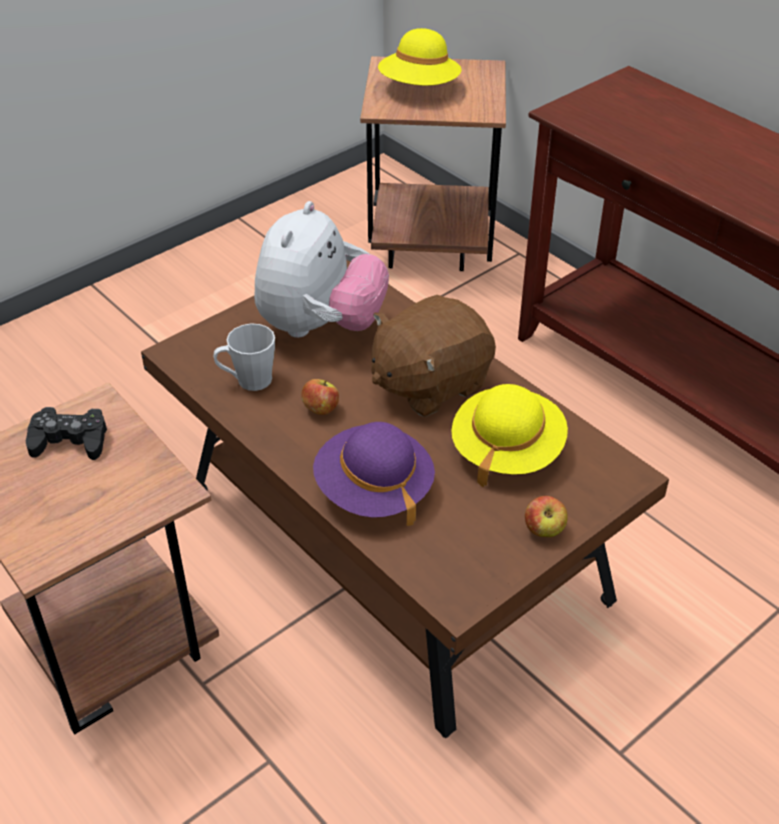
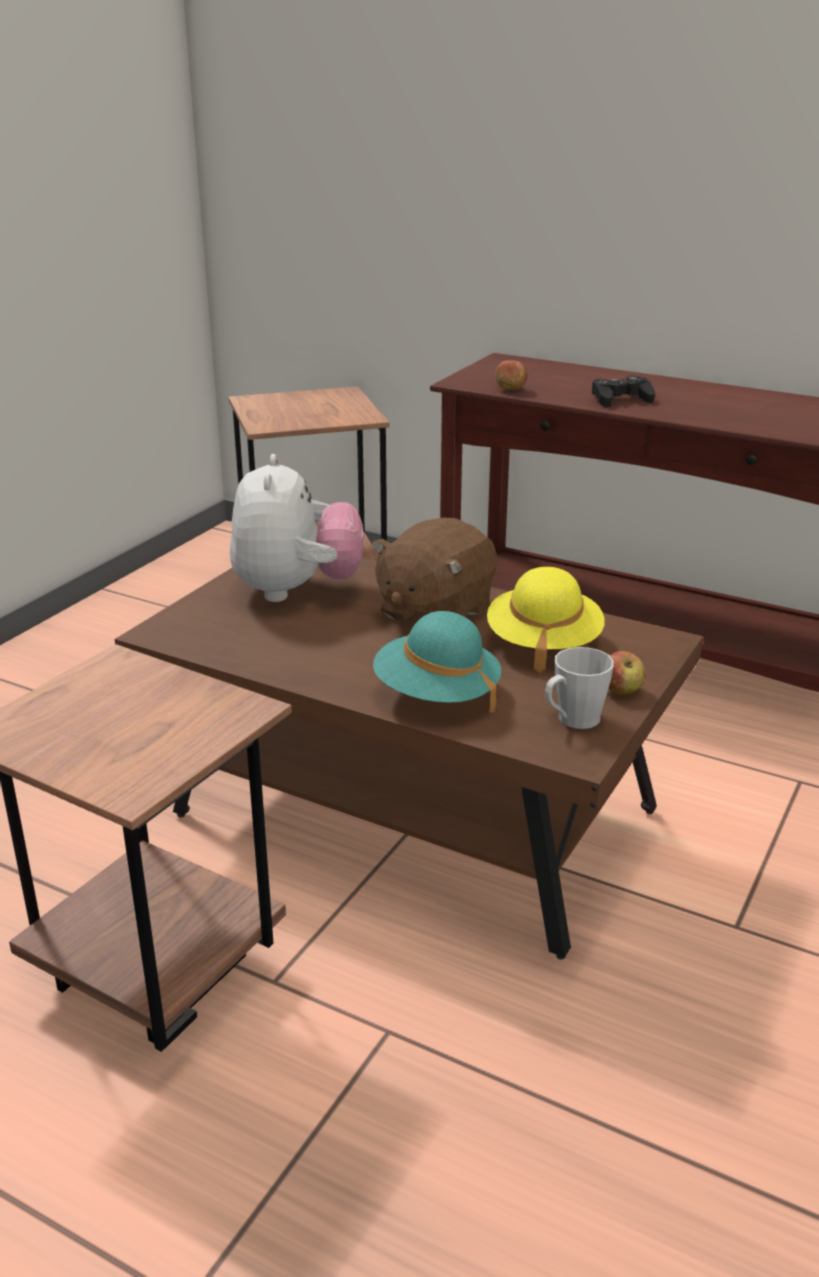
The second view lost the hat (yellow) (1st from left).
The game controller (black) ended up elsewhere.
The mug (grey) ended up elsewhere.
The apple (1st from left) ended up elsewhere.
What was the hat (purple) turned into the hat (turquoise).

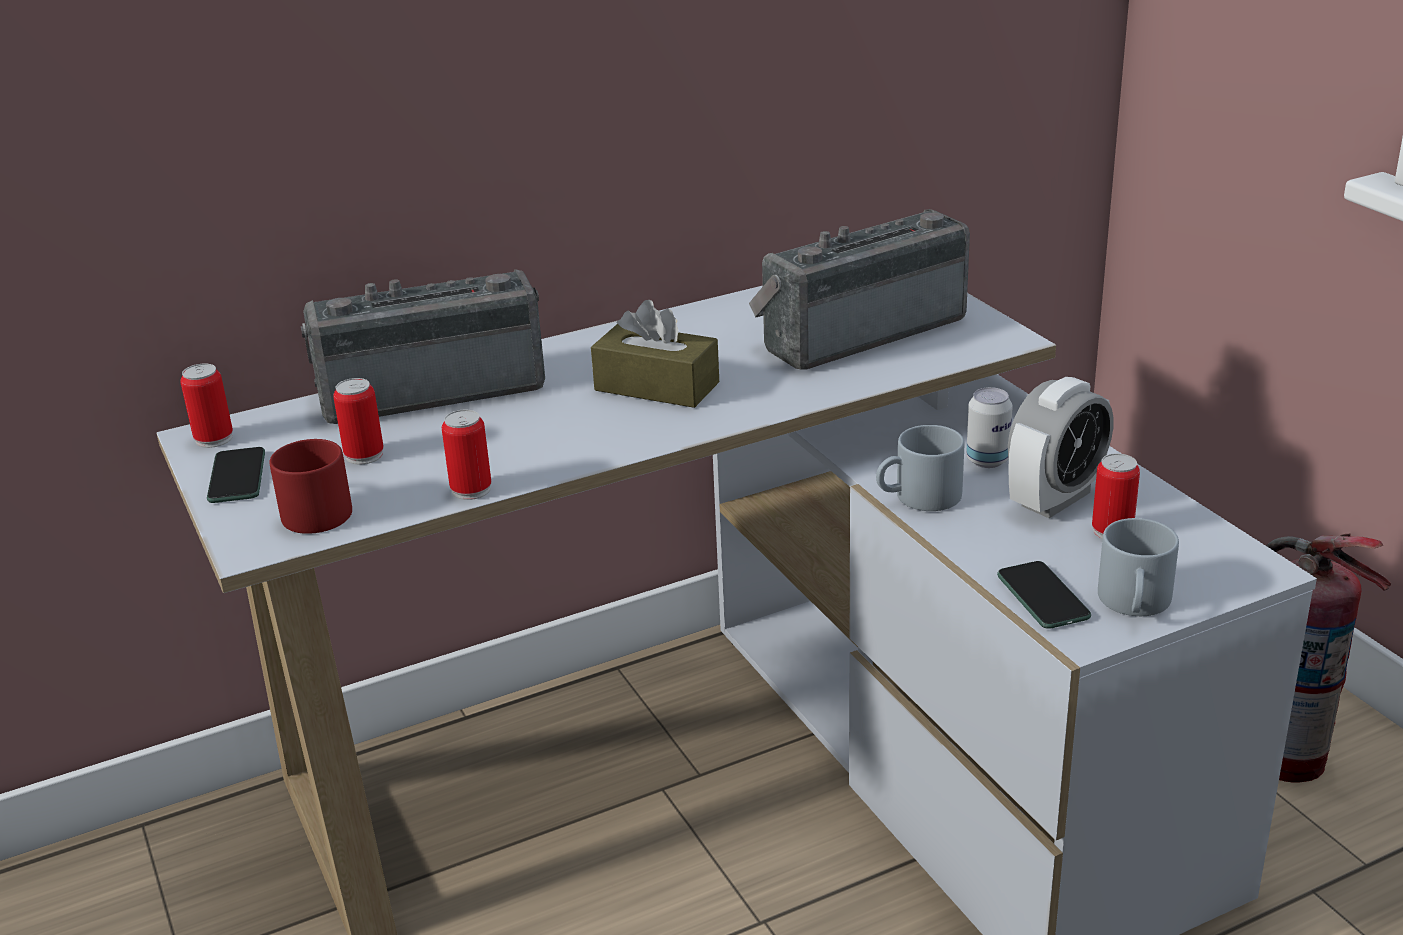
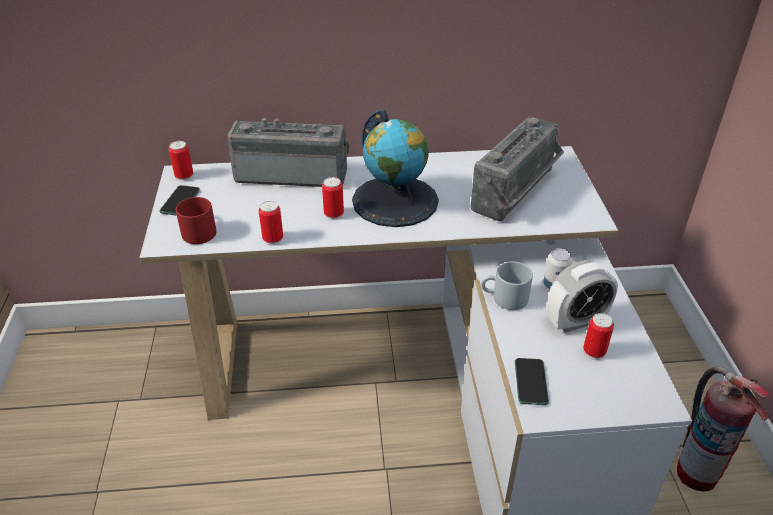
The second view lost the mug (grey) (2nd from left).
The can (2nd from left in the first image) ended up elsewhere.
Where the tissue box (brown) stood, the globe came to stand.
The radio (2nd from left) ended up facing another way, 135 degrees clockwise from before.

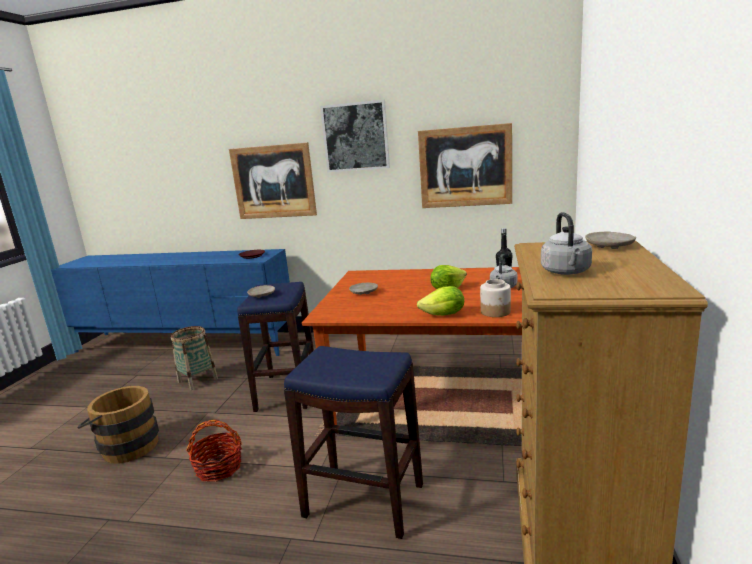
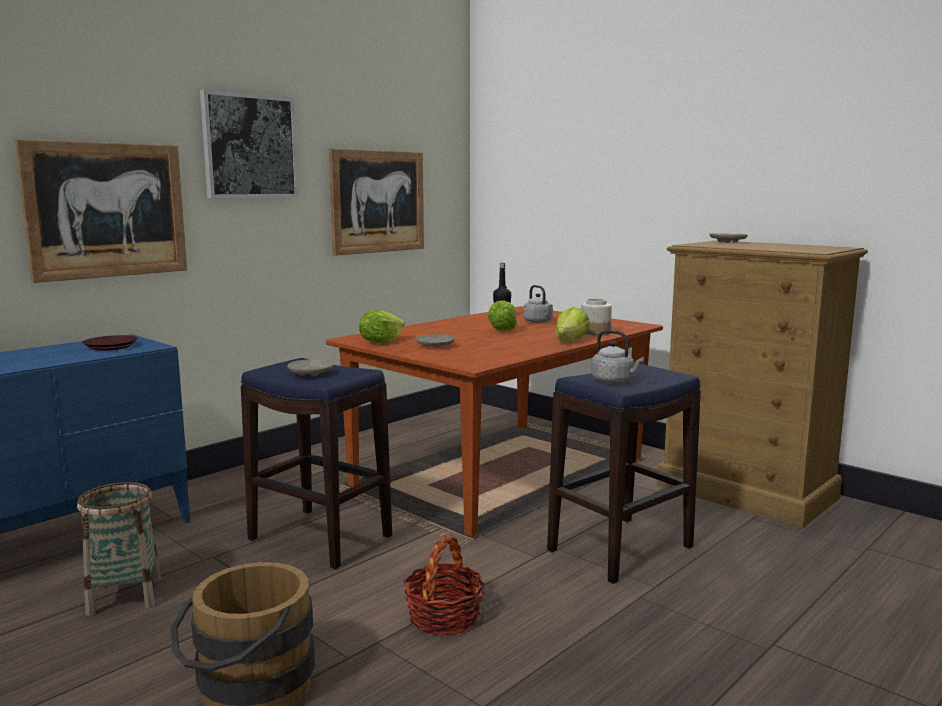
The second view gained the lettuce (1st from left).
The kettle (grey) (2nd from left) ended up elsewhere.

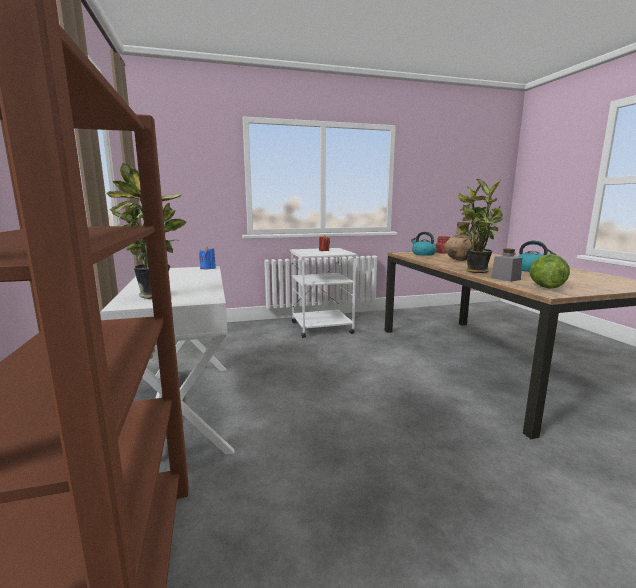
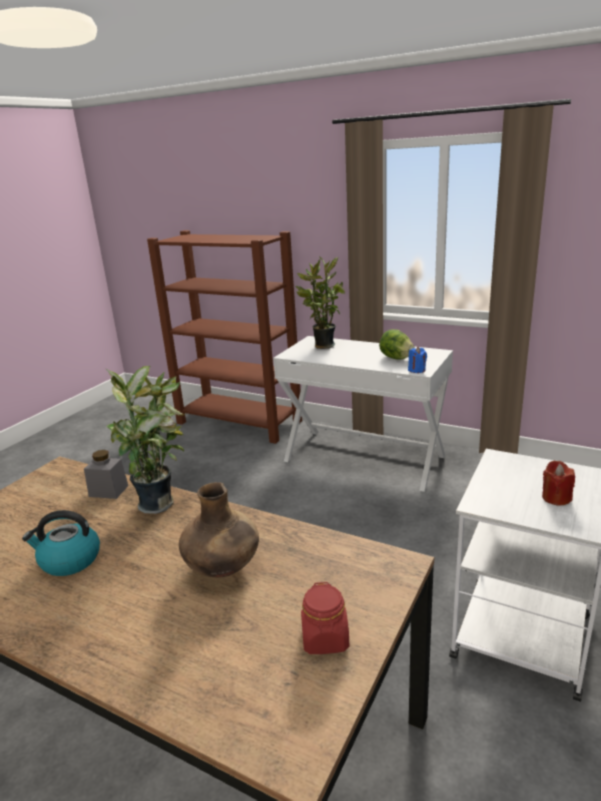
The second view lost the kettle (1st from left).
The lettuce ended up elsewhere.

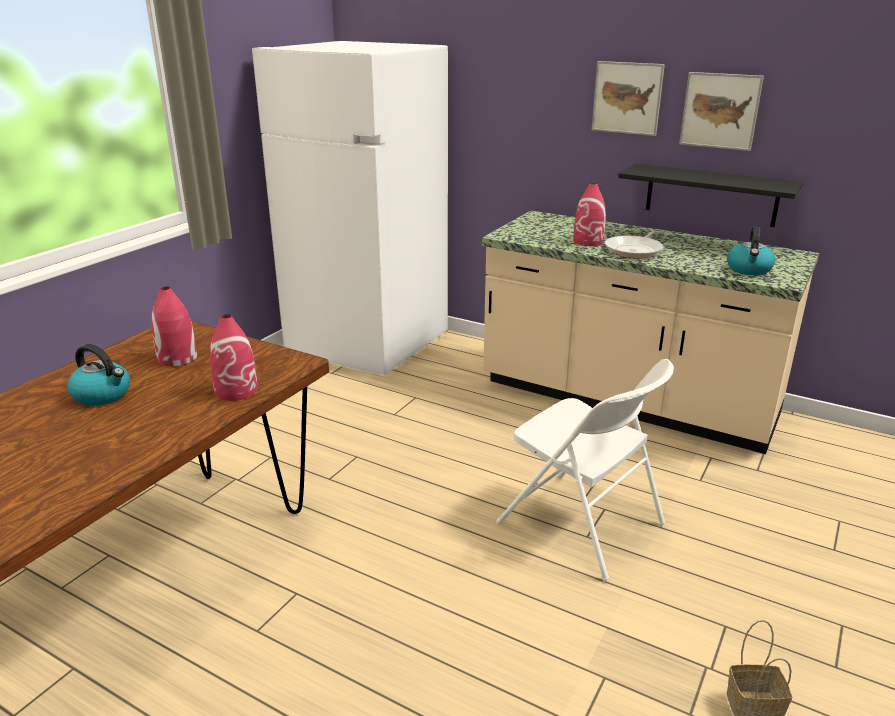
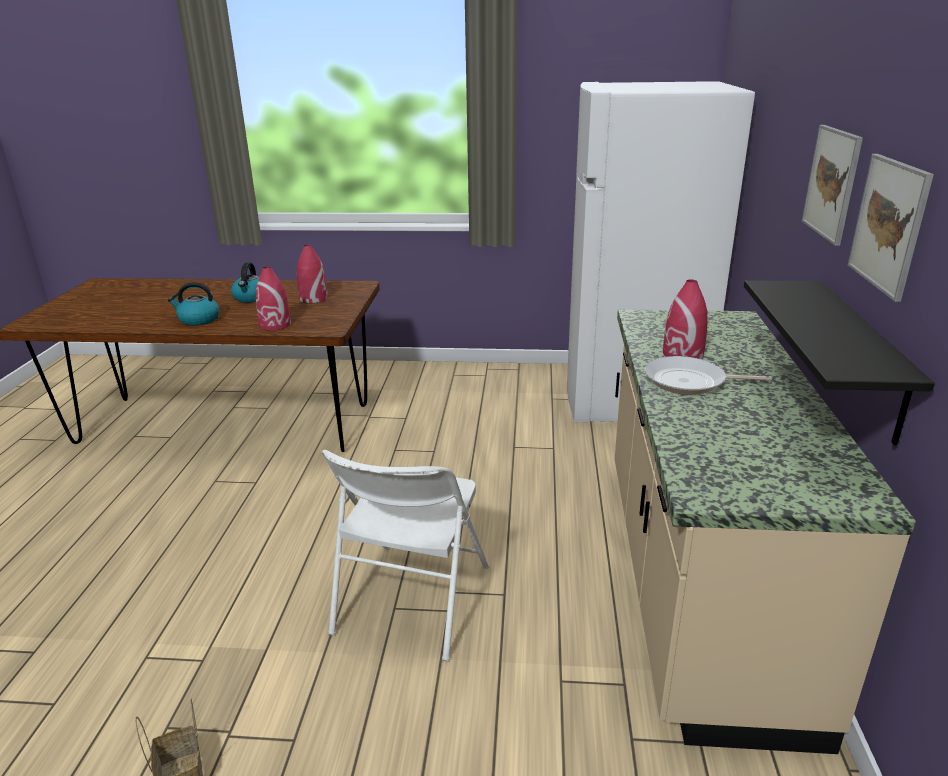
The kettle (2nd from left in the first image) ended up elsewhere.

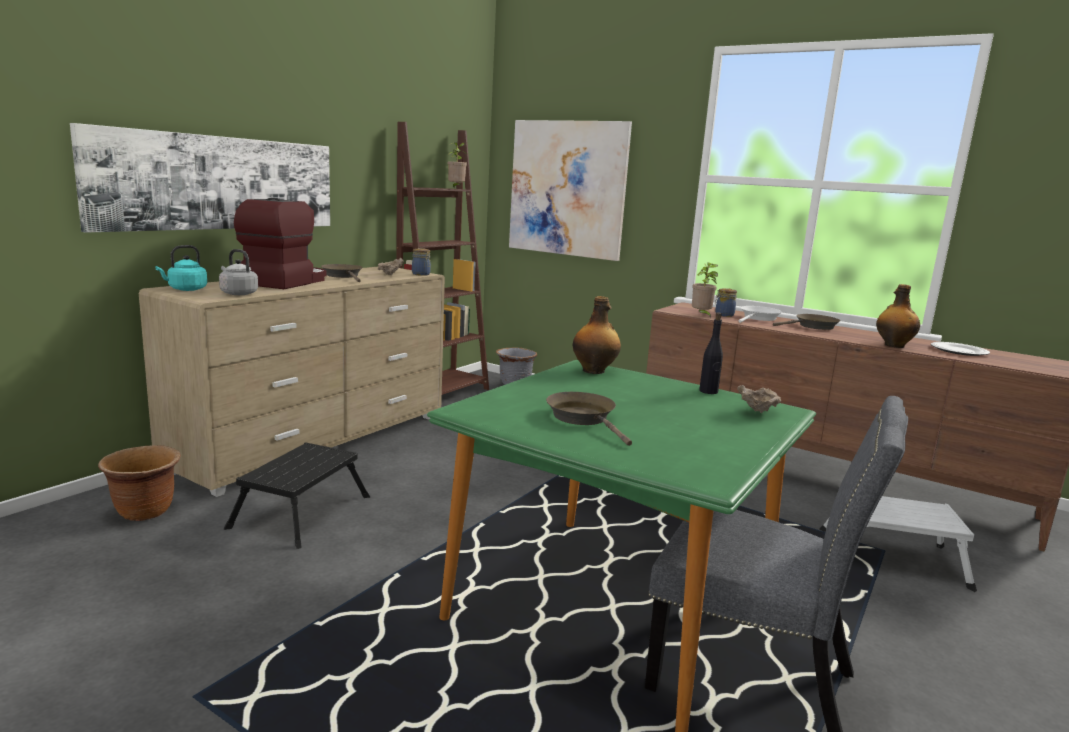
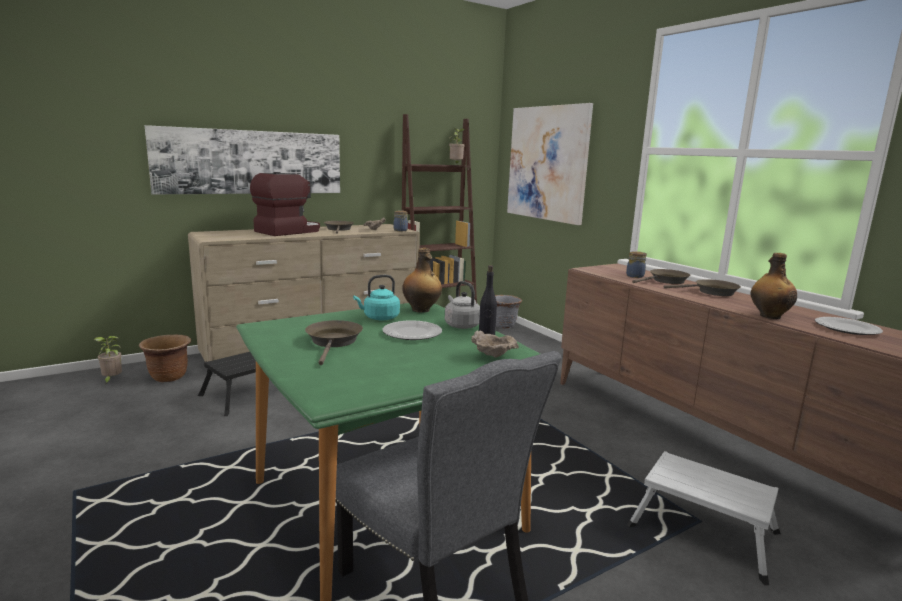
The second view gained the plate (1st from left).
The kettle (turquoise) ended up elsewhere.
The kettle (grey) ended up elsewhere.
The potted plant (2nd from left in the first image) ended up elsewhere.
What was the frying pan (white) turned into the frying pan (brown) (3rd from left).

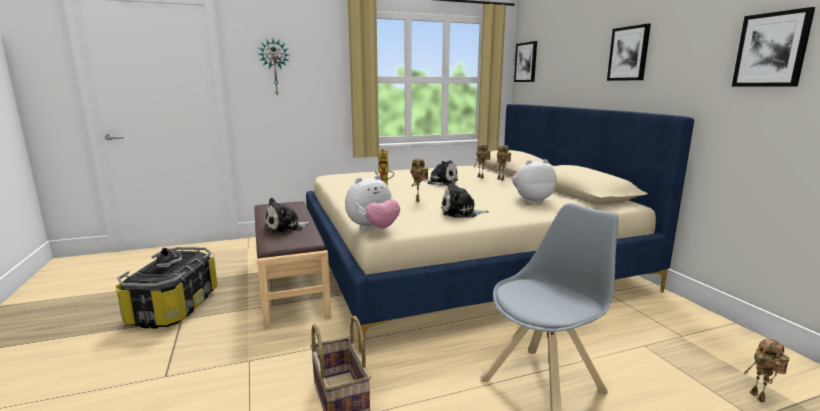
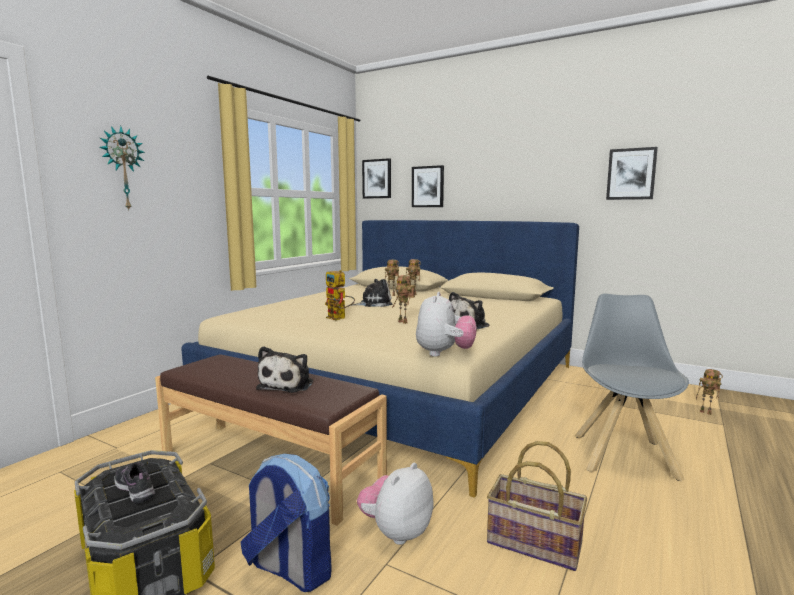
The second view gained the backpack.
The plush toy (5th from left in the first image) ended up elsewhere.
The picture (2nd from left) ended up elsewhere.

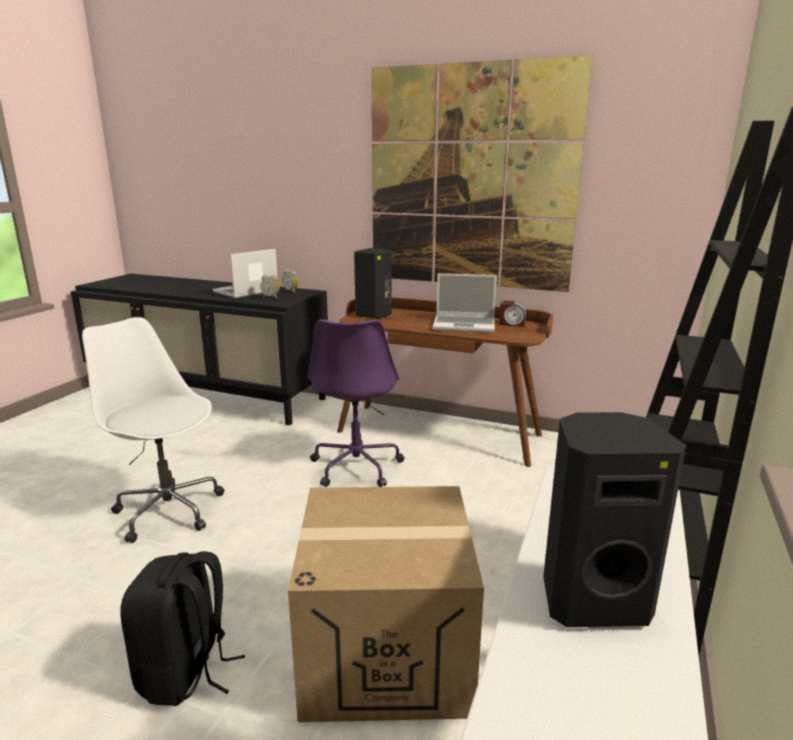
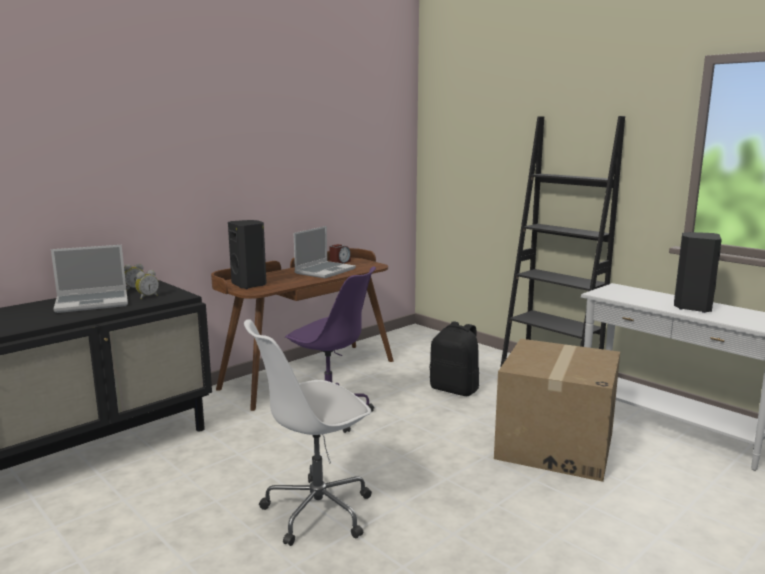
The second view lost the picture.
The backpack (black) ended up elsewhere.
The laptop (1st from left) ended up facing another way, 90 degrees counterclockwise from before.

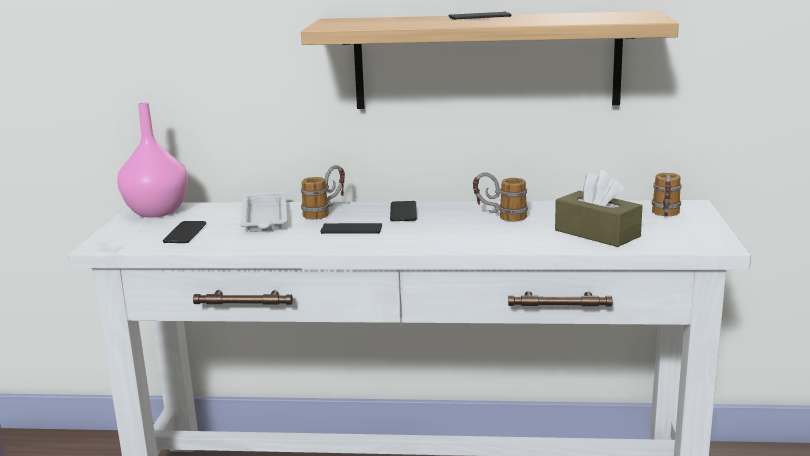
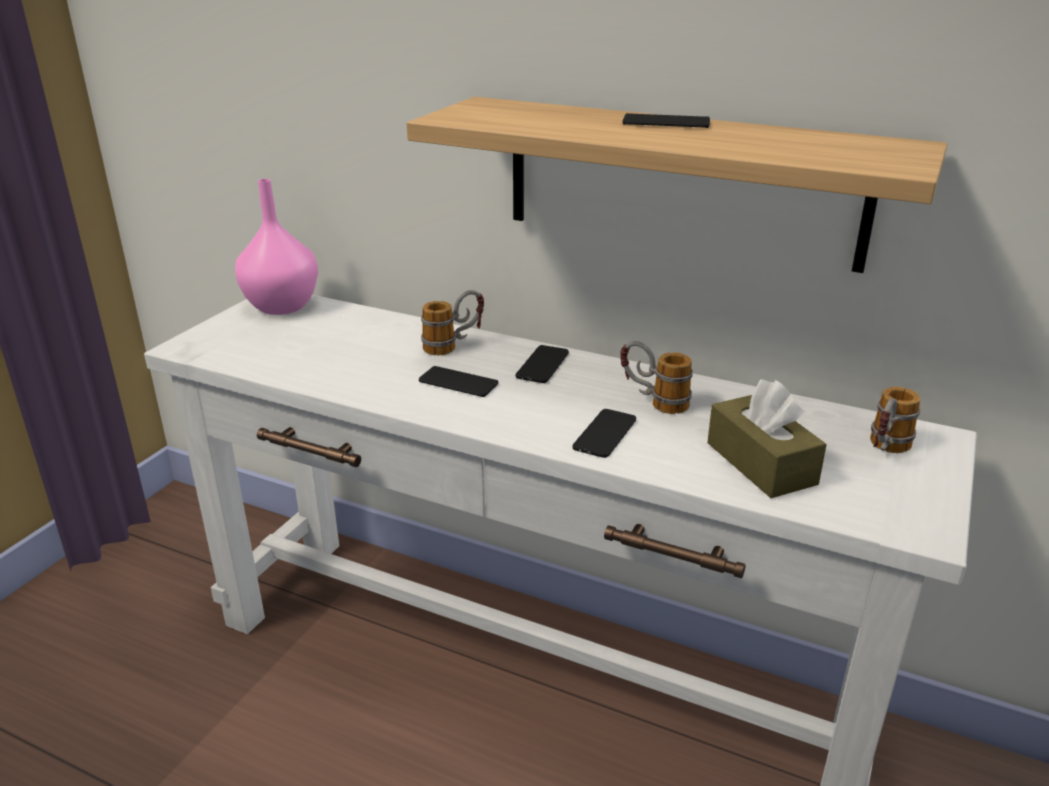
The second view lost the tray (white).
The phone (1st from left in the first image) ended up elsewhere.

